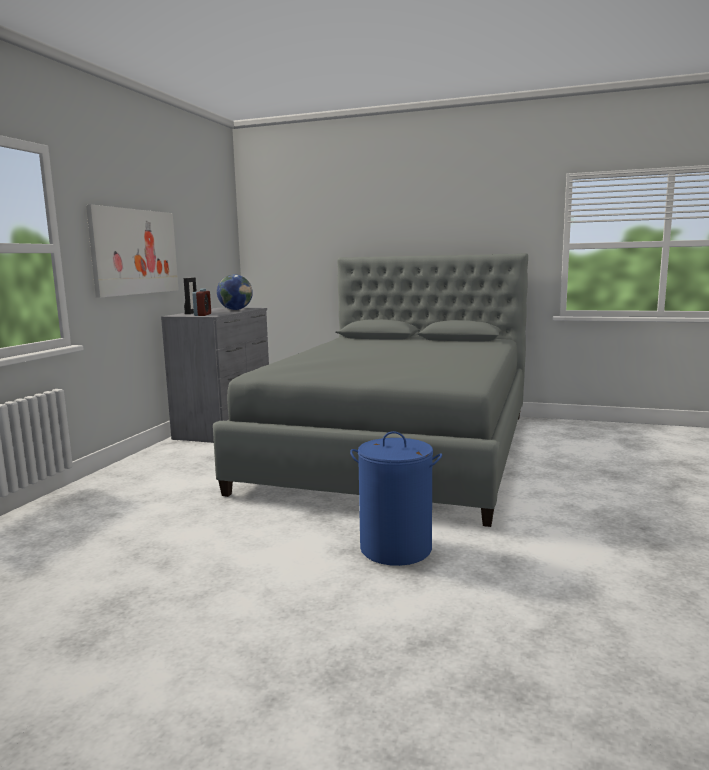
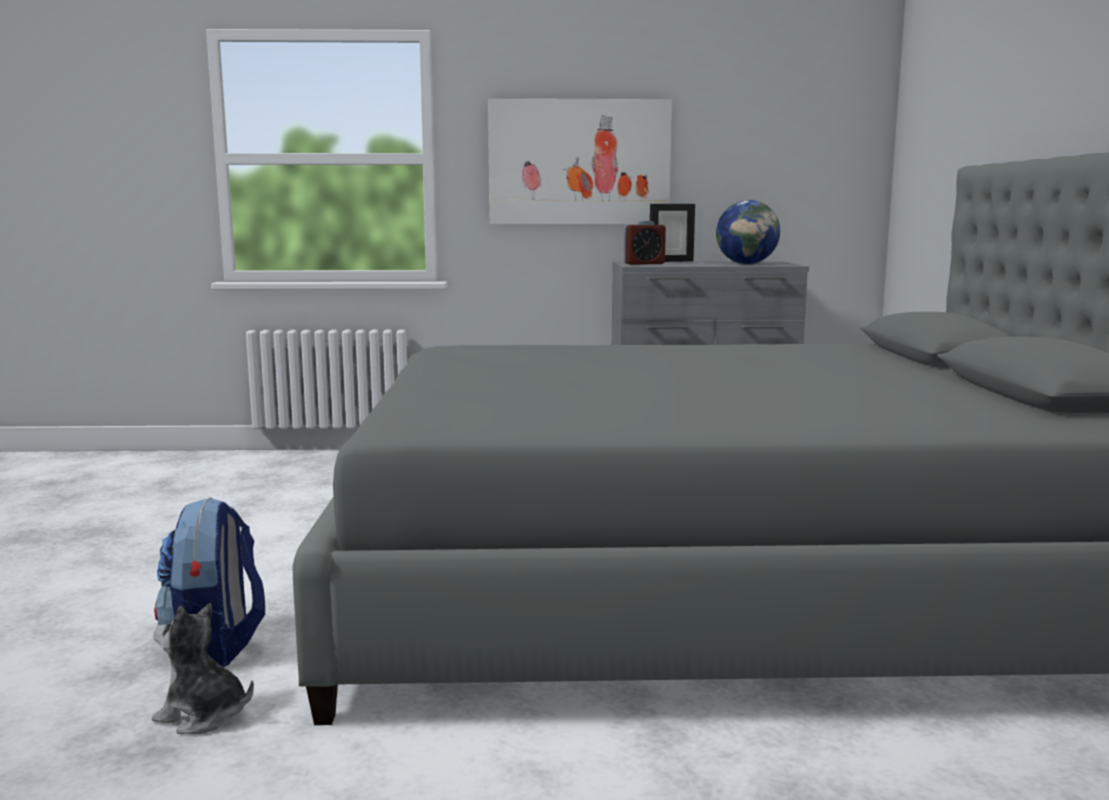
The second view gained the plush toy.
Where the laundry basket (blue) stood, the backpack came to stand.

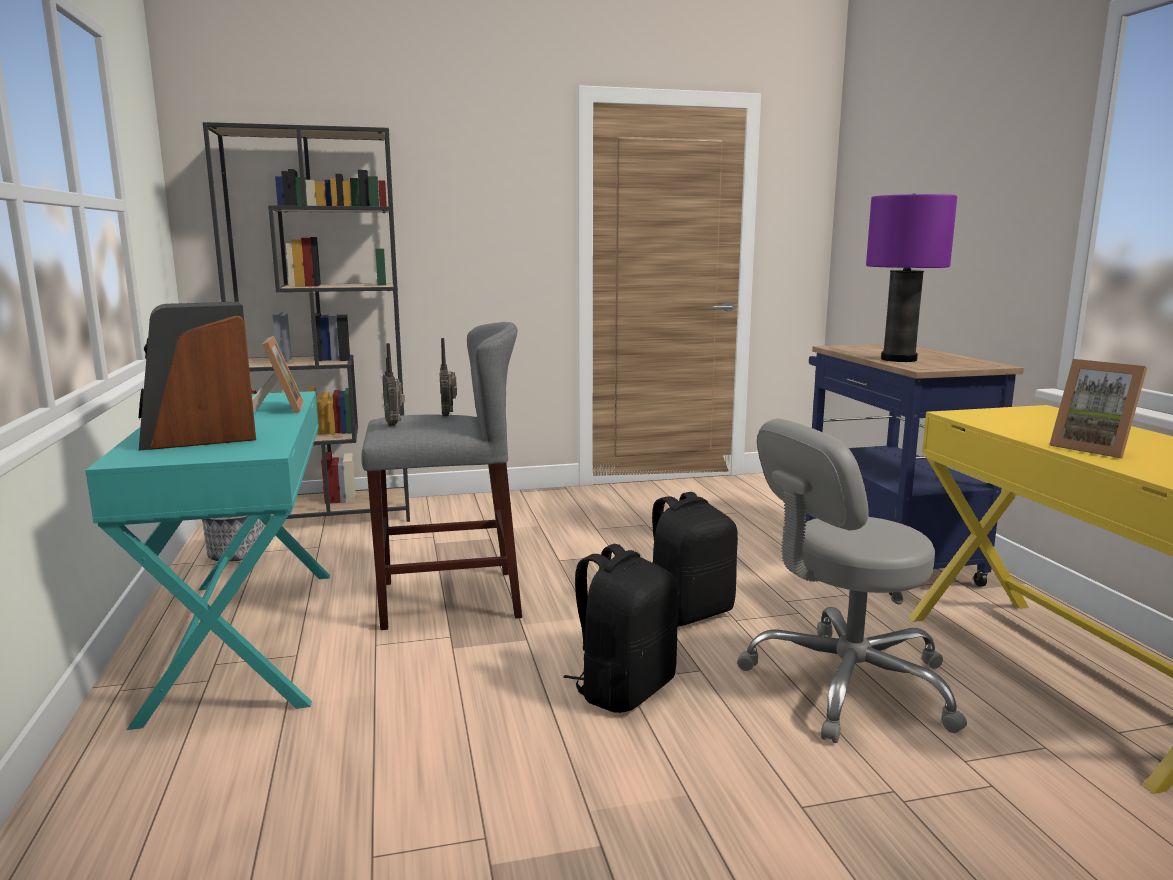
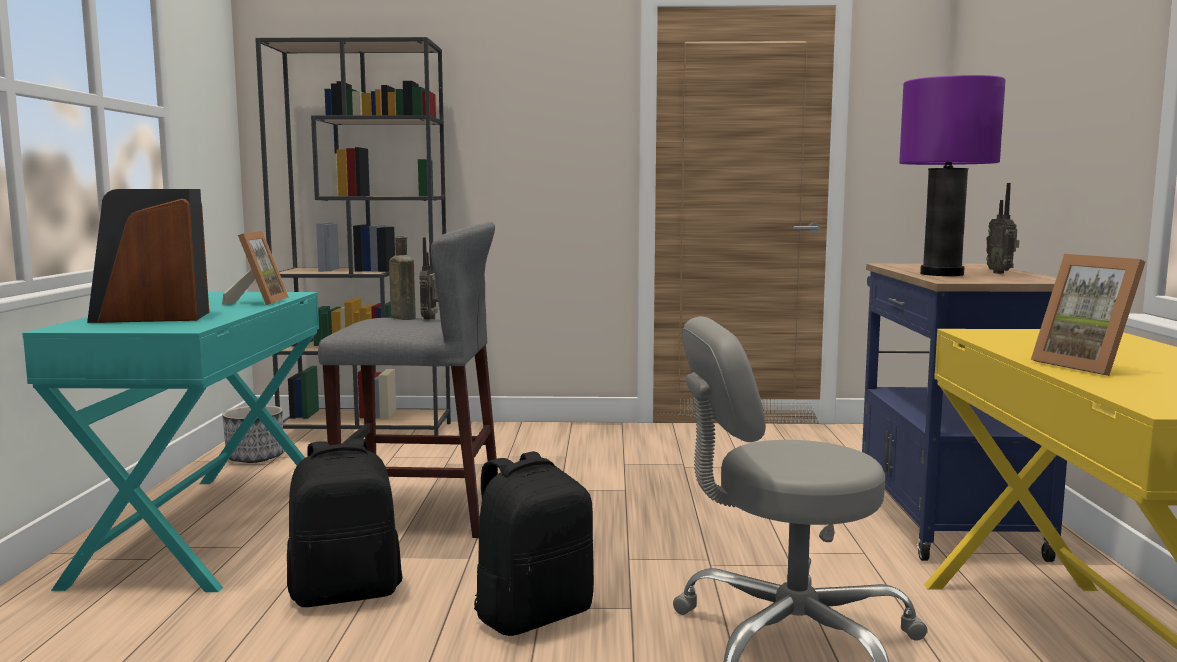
The second view gained the bottle (brown).
The radio (1st from left in the first image) ended up elsewhere.
The backpack (black) (2nd from left in the first image) ended up elsewhere.

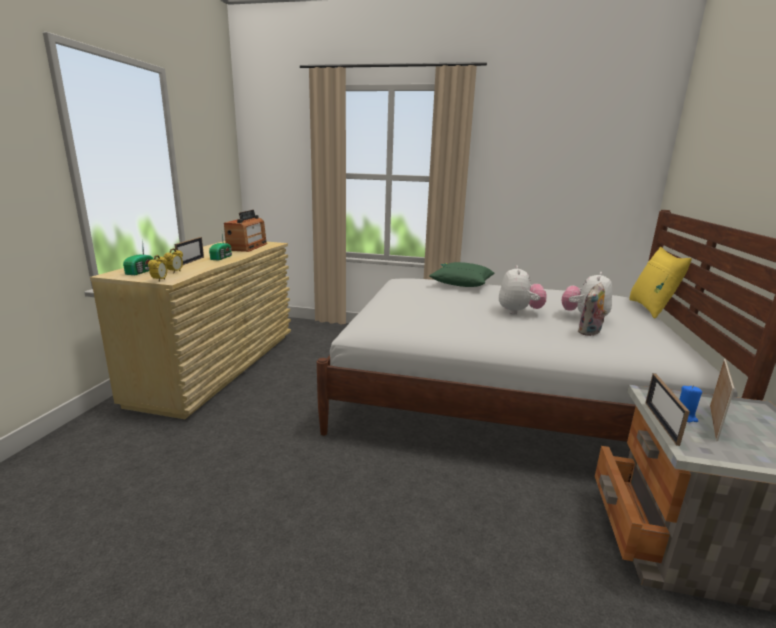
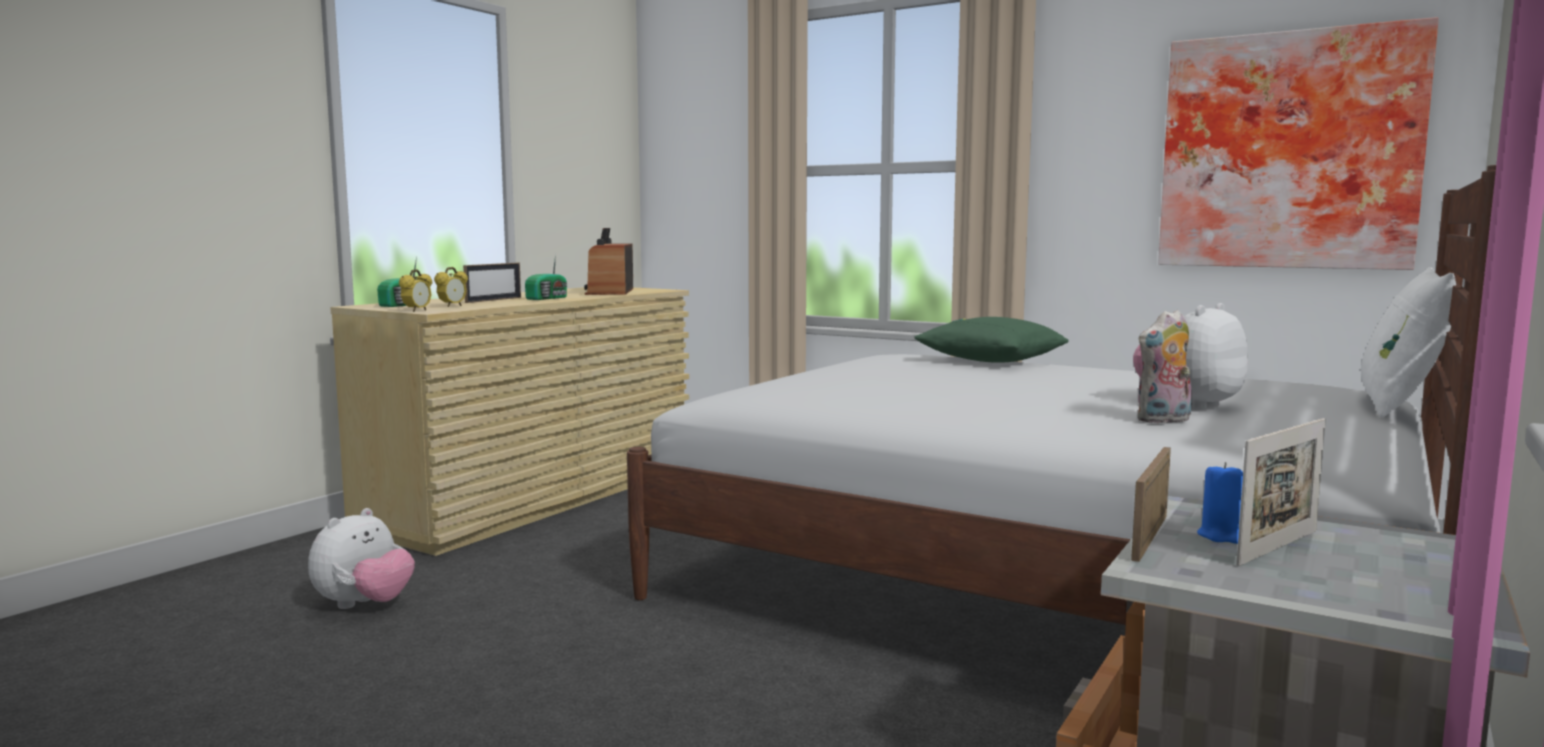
The second view gained the picture.
The plush toy (1st from left) ended up elsewhere.
What was the pillow (yellow) turned into the pillow (white).
The radio (3rd from left) ended up facing another way, 150 degrees clockwise from before.

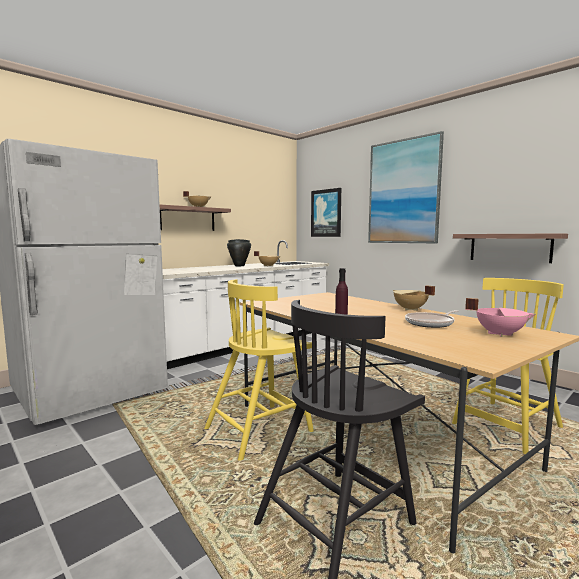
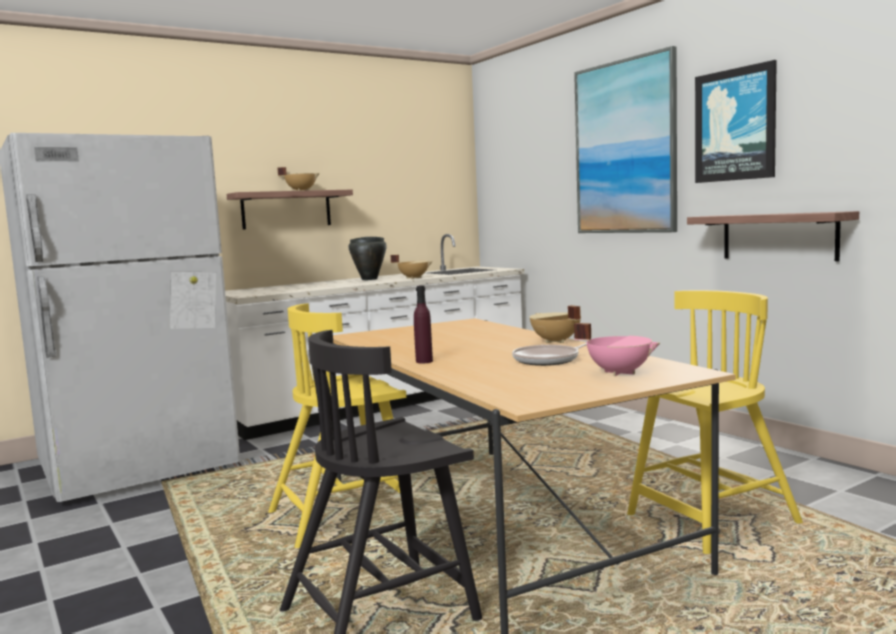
The picture (1st from left in the first image) ended up elsewhere.

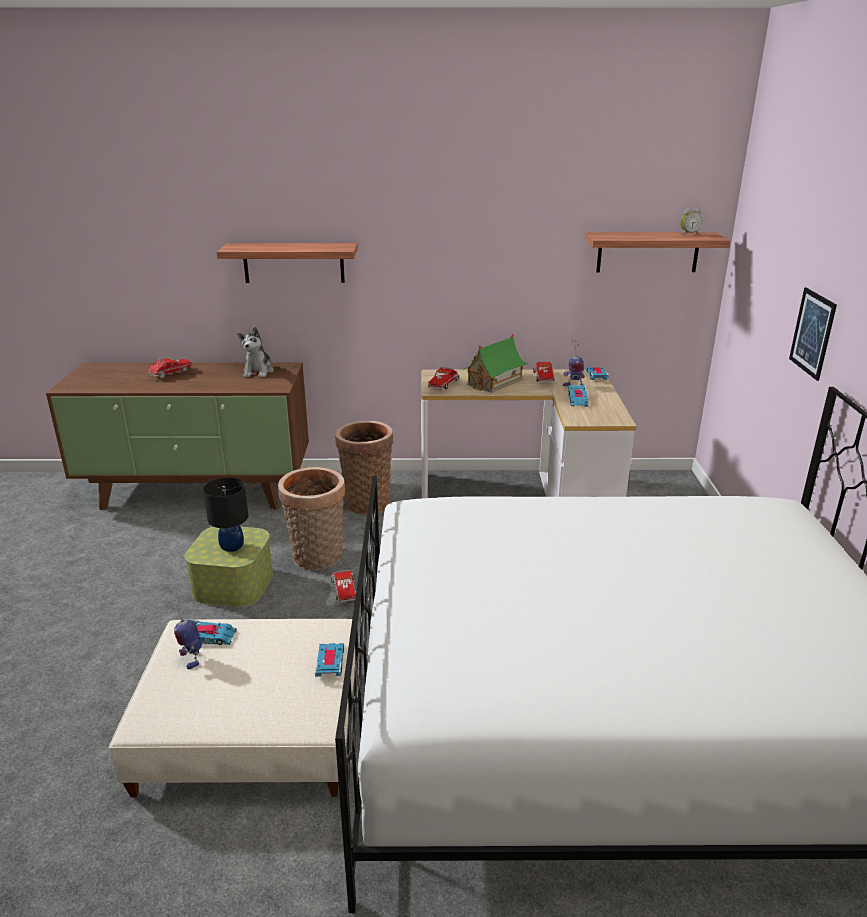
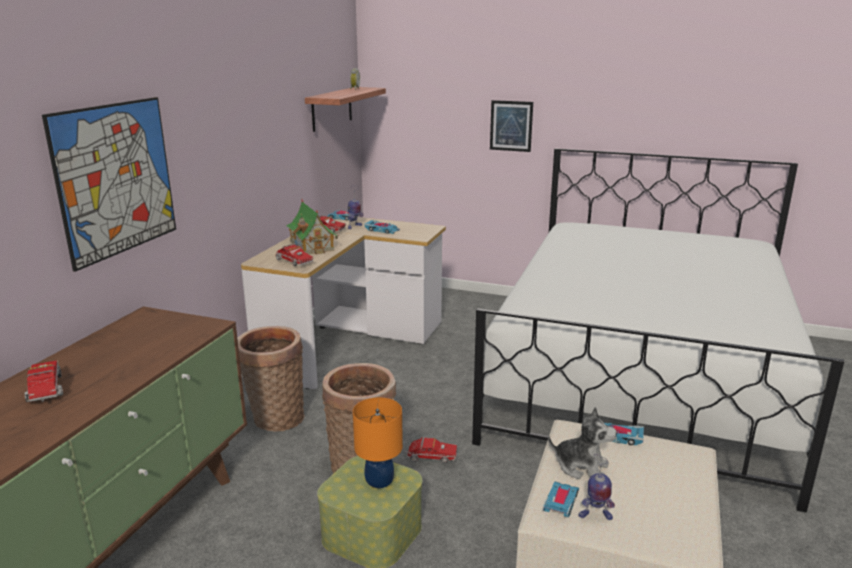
The plush toy ended up elsewhere.
Where the shelf (1st from left) hung, the picture (1st from left) came to hang.
What was the table lamp (black) turned into the table lamp (orange).

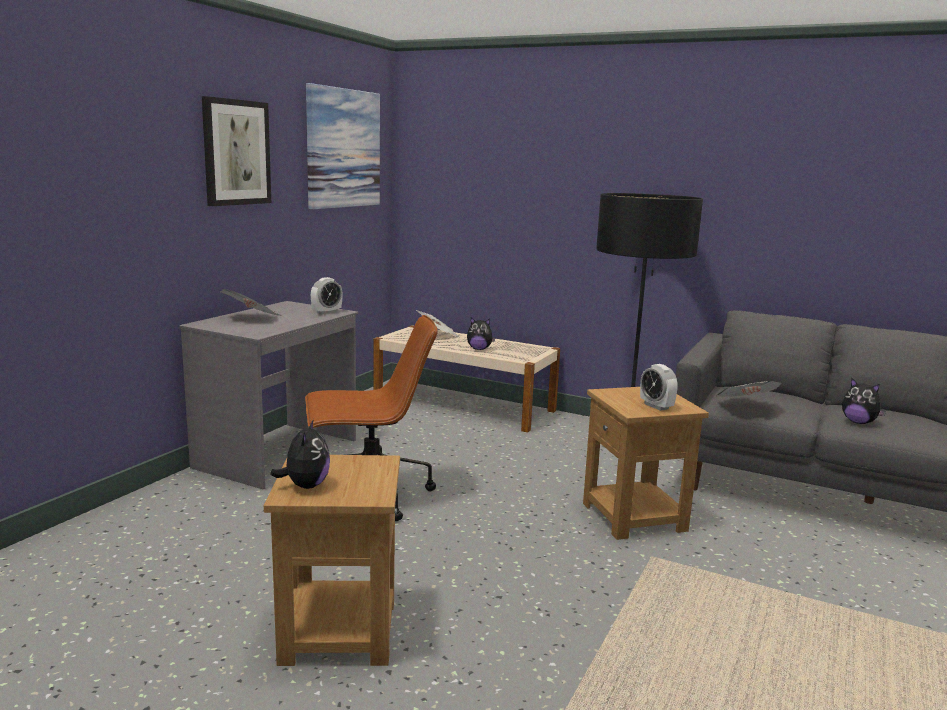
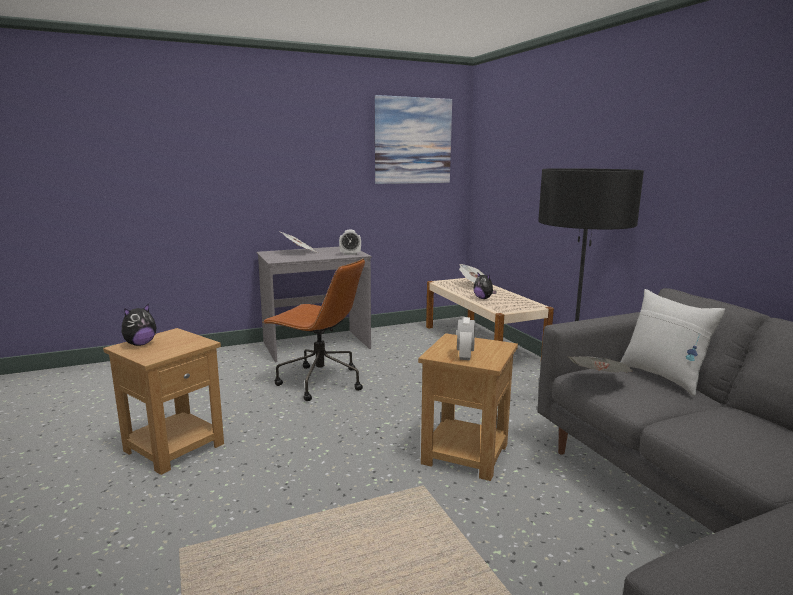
The second view lost the picture (1st from left).
The second view lost the plush toy (3rd from left).
The second view gained the pillow (grey).

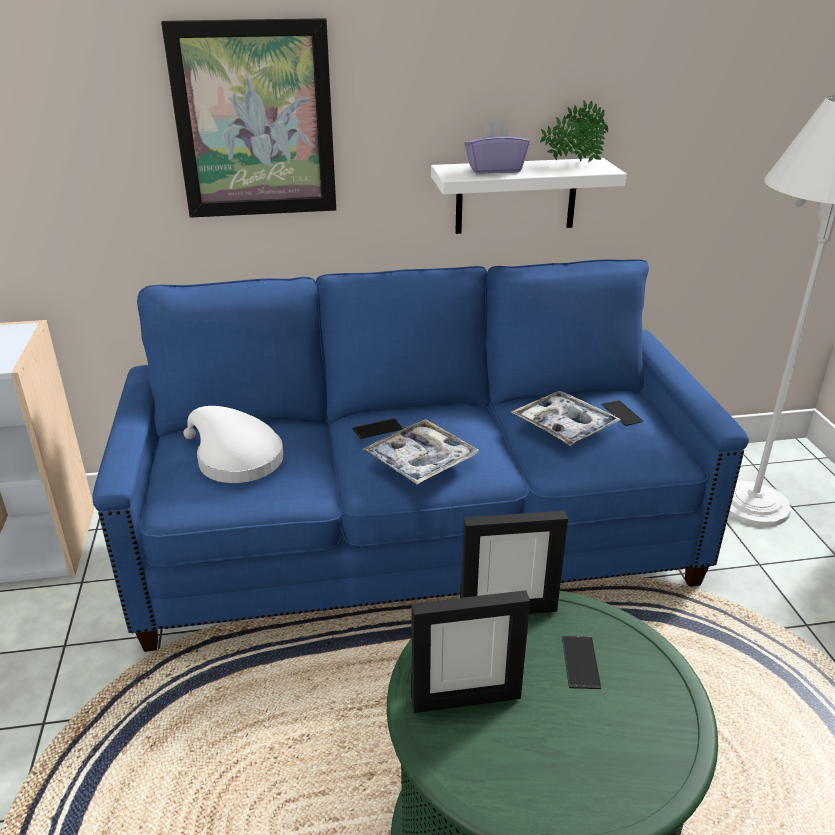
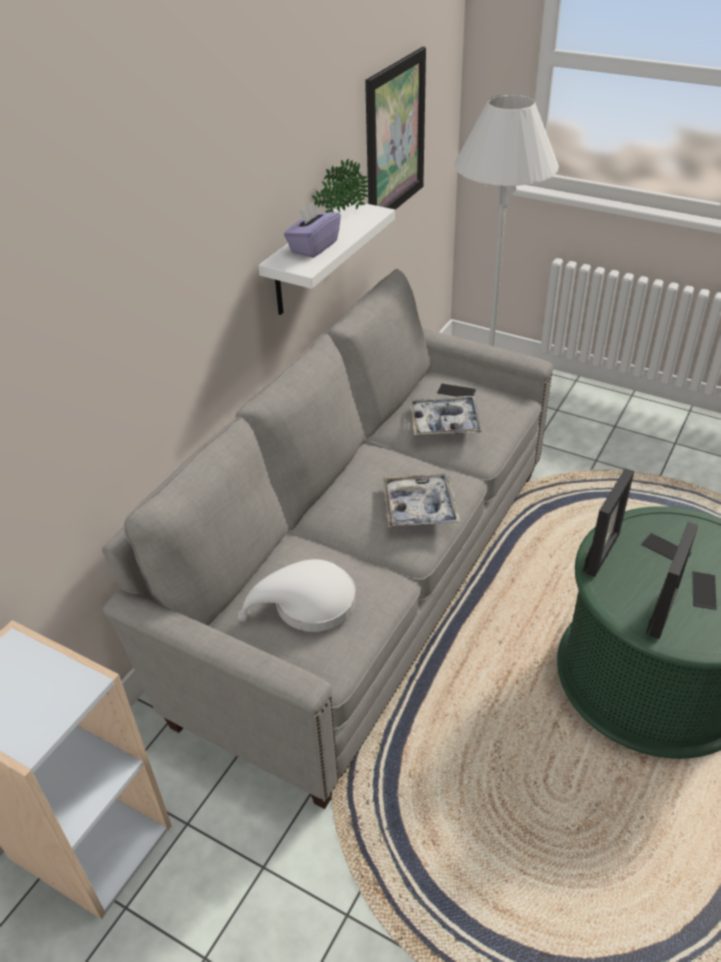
The picture ended up elsewhere.
The phone (1st from left in the first image) ended up elsewhere.
What was the sofa (blue) turned into the sofa (grey).

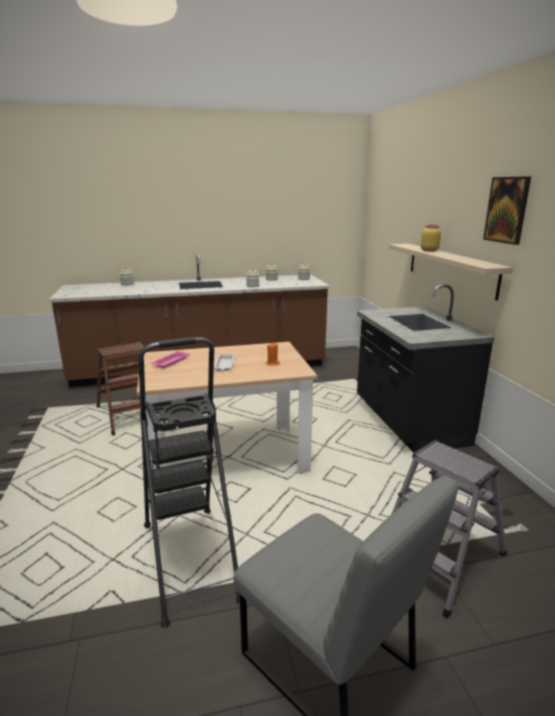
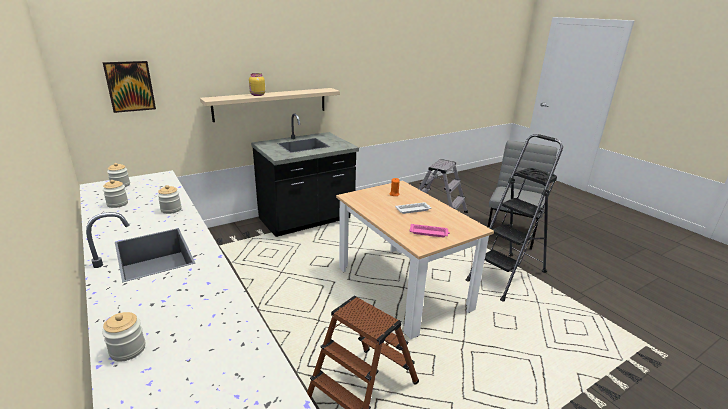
The picture ended up elsewhere.

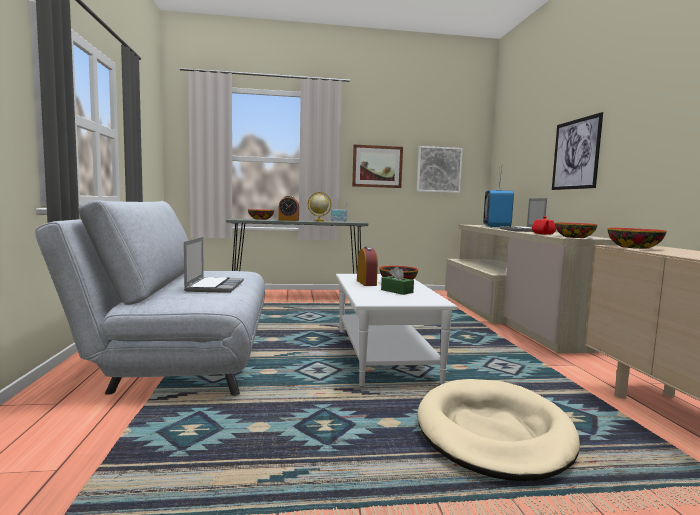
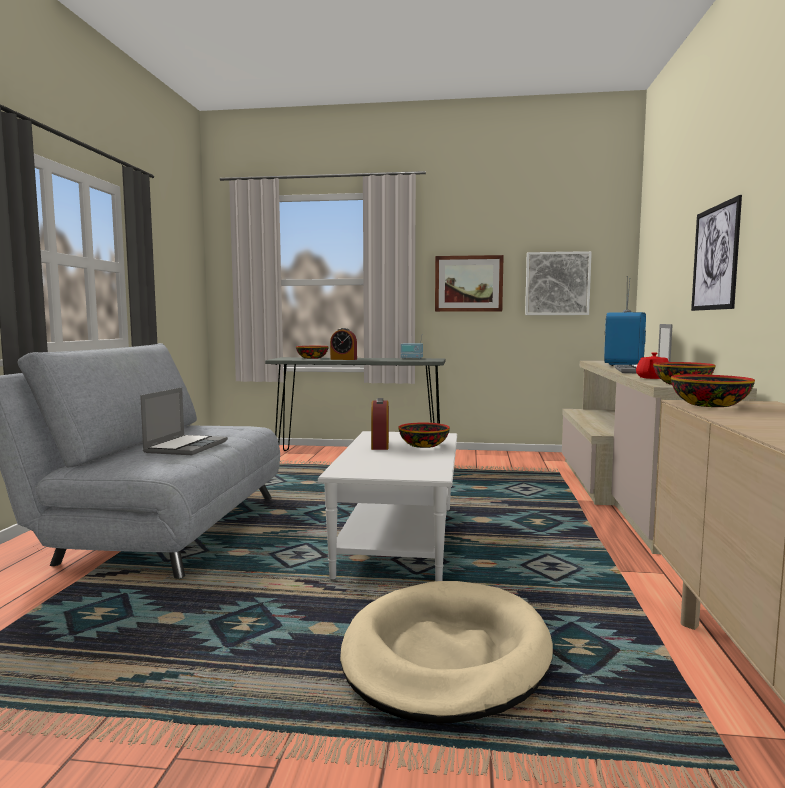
The second view lost the globe.
The second view lost the tissue box (green).

